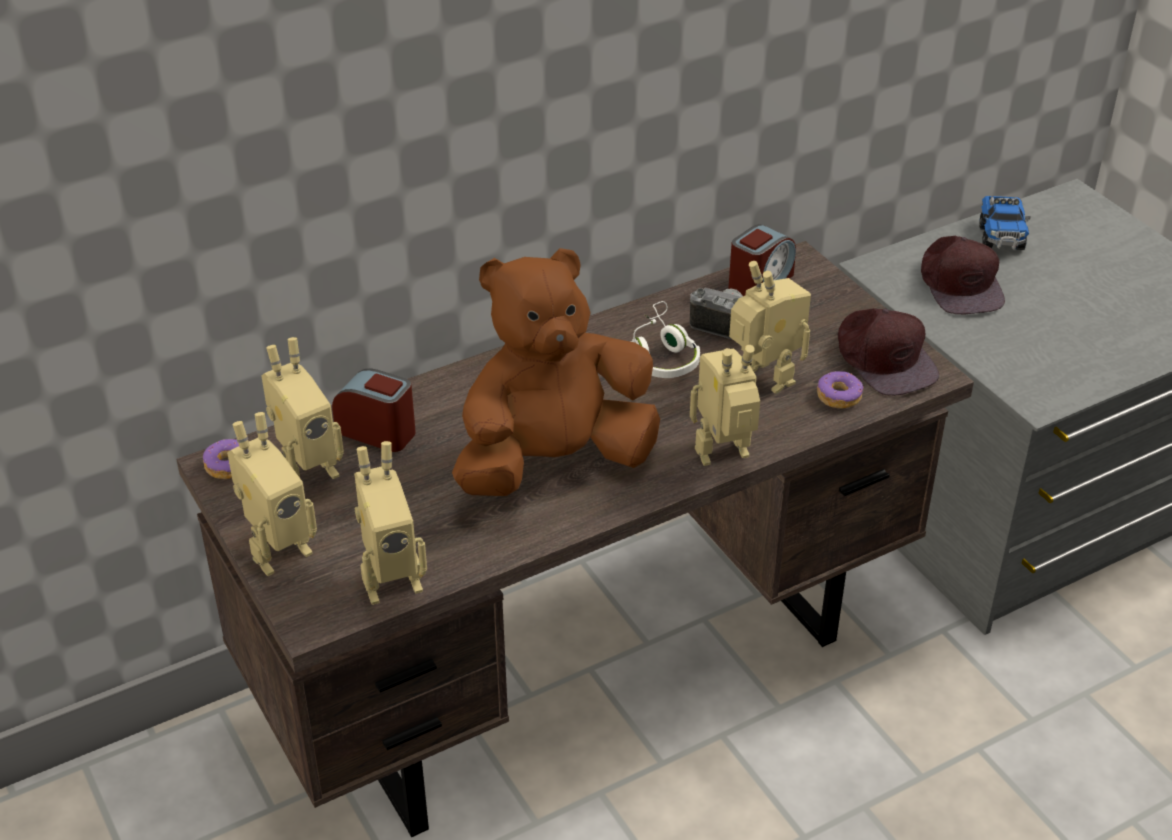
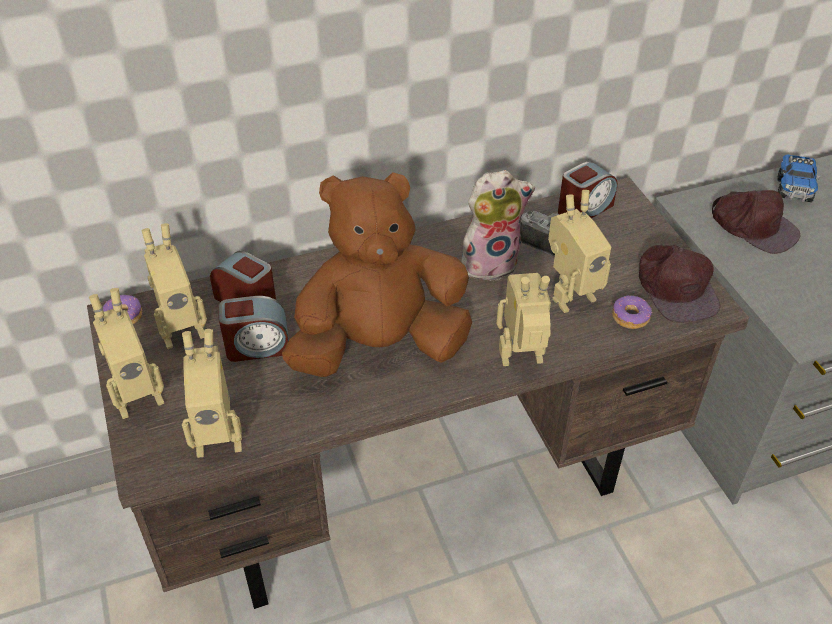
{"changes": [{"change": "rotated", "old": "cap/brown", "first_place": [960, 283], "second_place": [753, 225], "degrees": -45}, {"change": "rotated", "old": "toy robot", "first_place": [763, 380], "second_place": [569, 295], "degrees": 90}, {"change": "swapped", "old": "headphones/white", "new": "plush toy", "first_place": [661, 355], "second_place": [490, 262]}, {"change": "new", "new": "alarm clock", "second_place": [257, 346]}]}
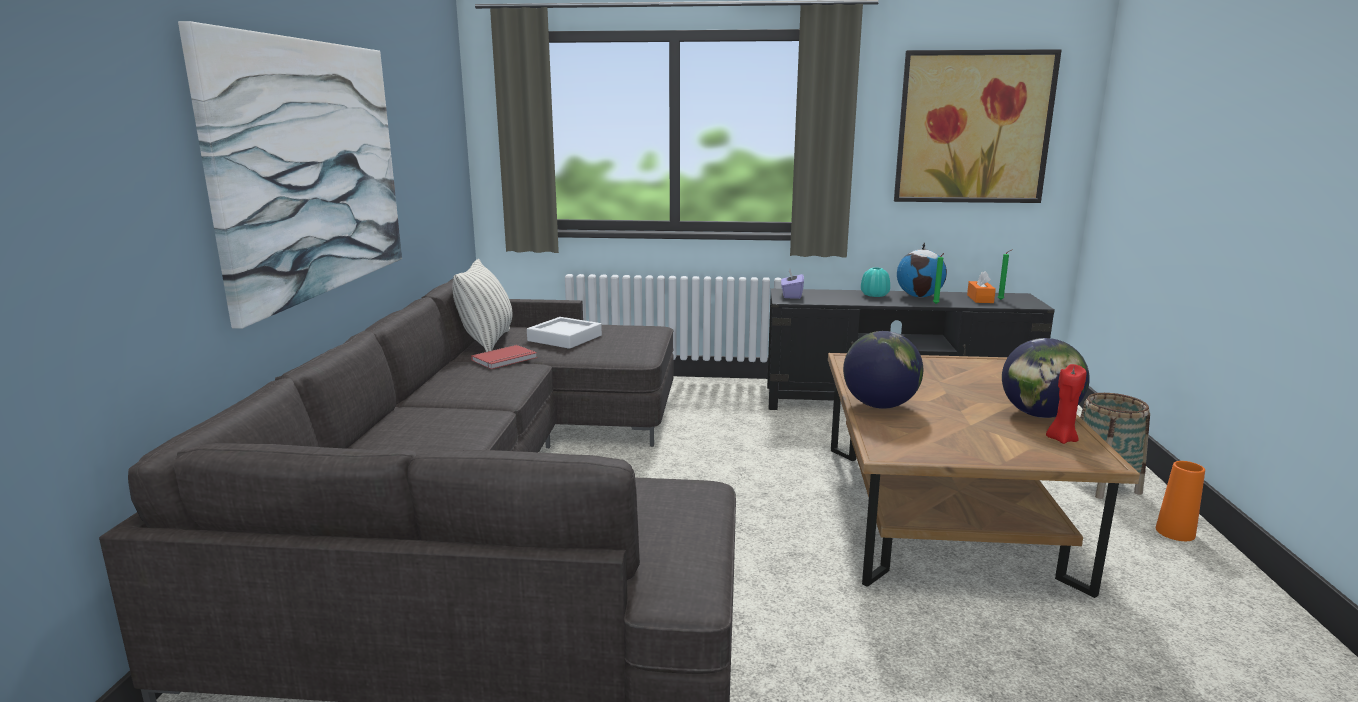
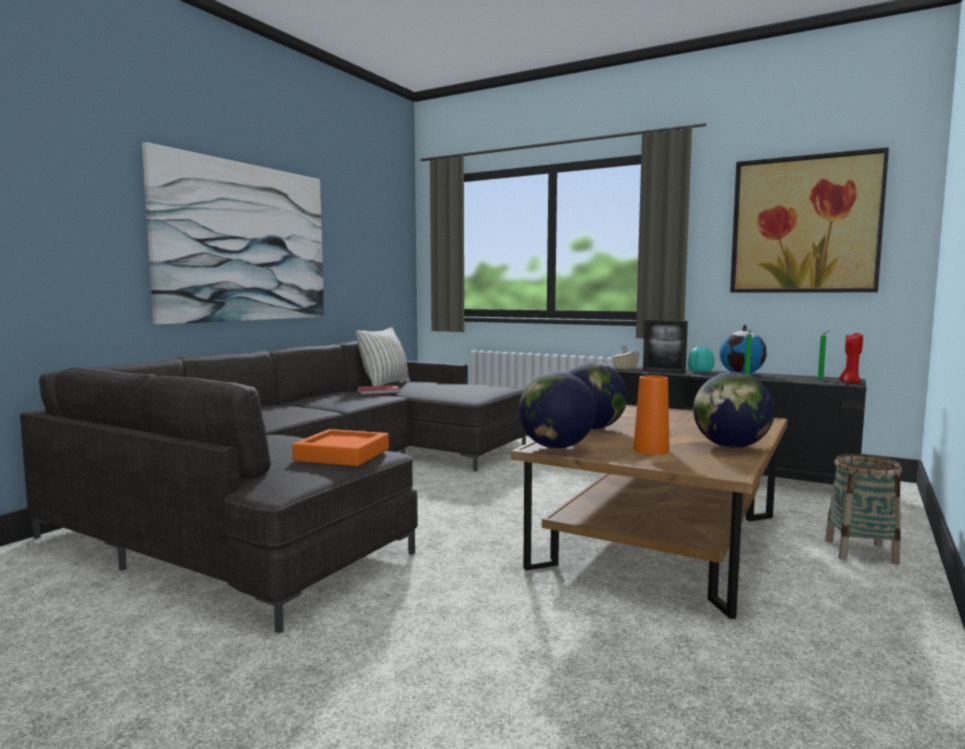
{"changes": [{"change": "repainted", "old": "tissue box/purple", "new": "tissue box/beige", "first_place": [791, 295], "second_place": [625, 368]}, {"change": "gone", "old": "tissue box/orange", "first_place": [980, 299]}, {"change": "gone", "old": "tray/white", "first_place": [564, 338]}, {"change": "shifted", "old": "candle/red", "first_place": [1061, 439], "second_place": [850, 382]}, {"change": "shifted", "old": "vase/orange", "first_place": [1175, 532], "second_place": [651, 450]}, {"change": "new", "new": "picture frame", "second_place": [663, 372]}, {"change": "new", "new": "globe", "second_place": [555, 447]}, {"change": "new", "new": "tray/orange", "second_place": [342, 455]}]}
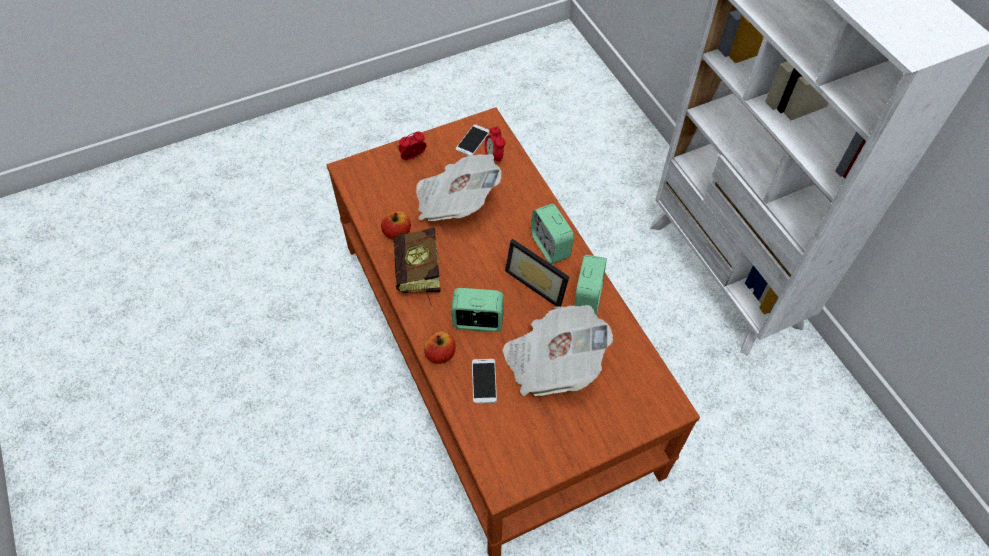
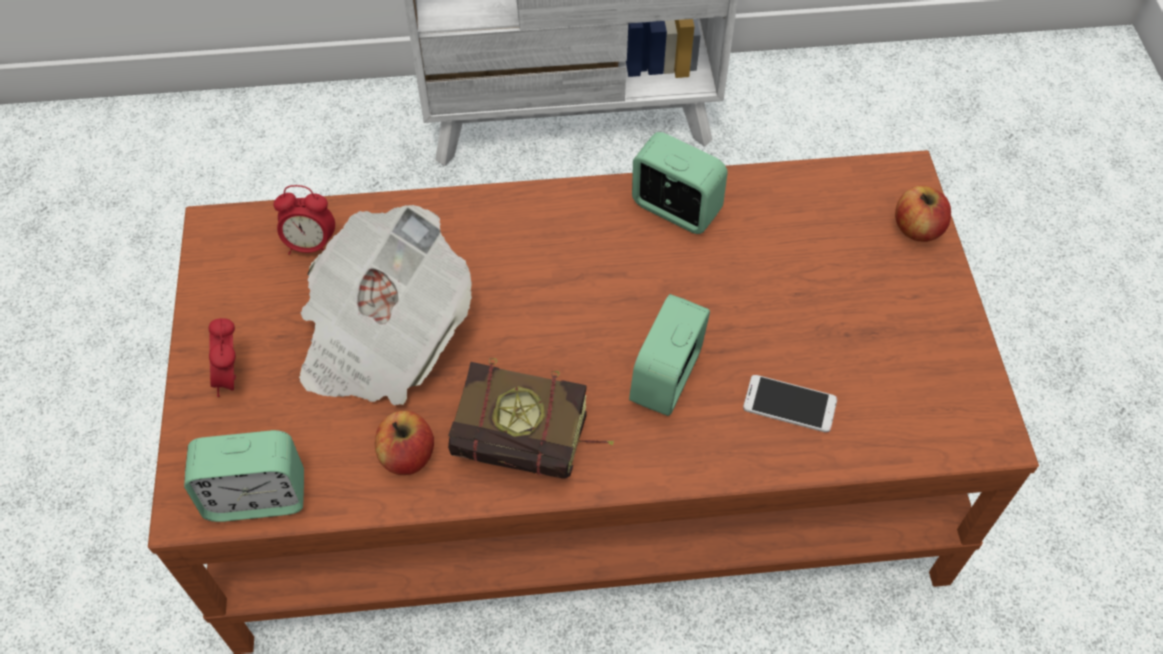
{"changes": [{"change": "gone", "old": "phone", "first_place": [473, 140]}, {"change": "shifted", "old": "alarm clock", "first_place": [550, 246], "second_place": [257, 497]}, {"change": "gone", "old": "picture frame", "first_place": [539, 281]}, {"change": "gone", "old": "newspaper", "first_place": [552, 362]}, {"change": "shifted", "old": "apple", "first_place": [440, 354], "second_place": [917, 228]}]}
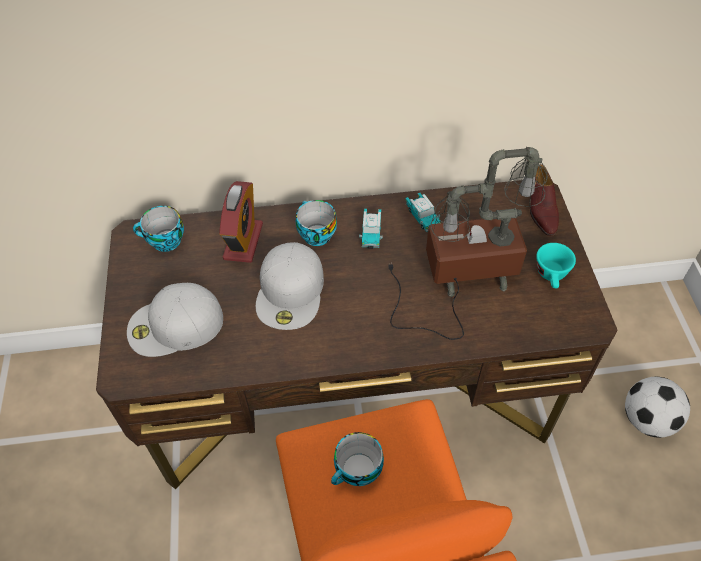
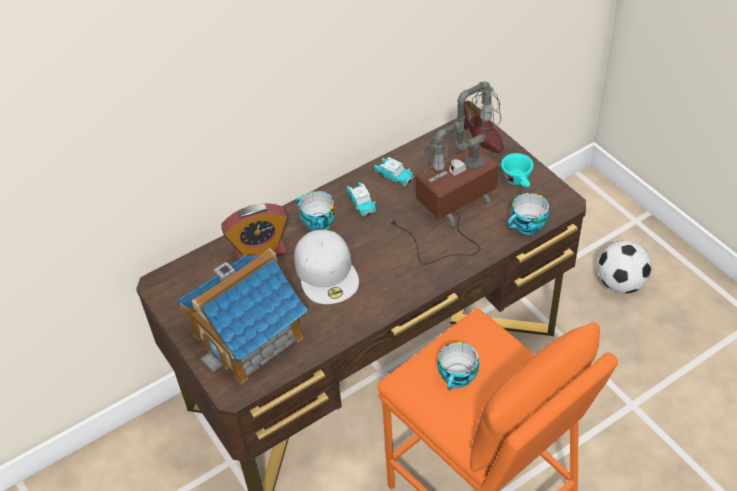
{"changes": [{"change": "rotated", "old": "alarm clock", "first_place": [243, 241], "second_place": [260, 251], "degrees": 90}, {"change": "shifted", "old": "cup", "first_place": [164, 242], "second_place": [527, 227]}, {"change": "swapped", "old": "cap/white", "new": "toy house", "first_place": [174, 326], "second_place": [249, 336]}]}
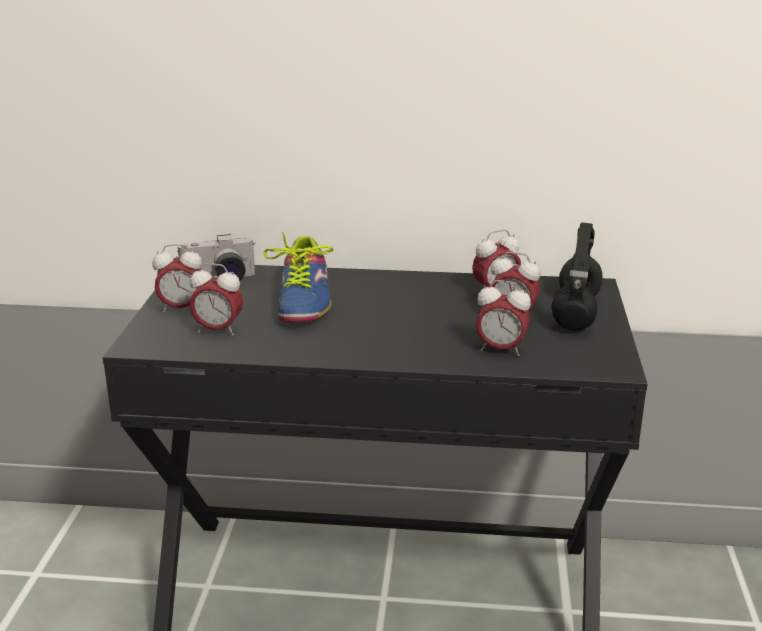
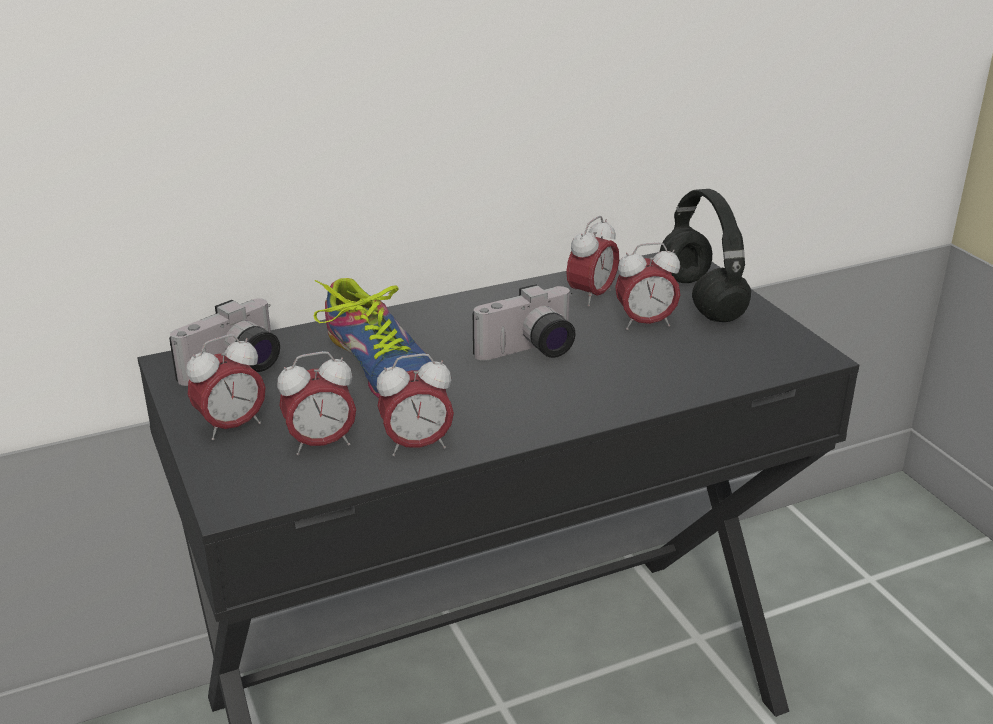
{"changes": [{"change": "shifted", "old": "alarm clock", "first_place": [500, 350], "second_place": [417, 446]}, {"change": "new", "new": "photo camera", "second_place": [530, 352]}]}
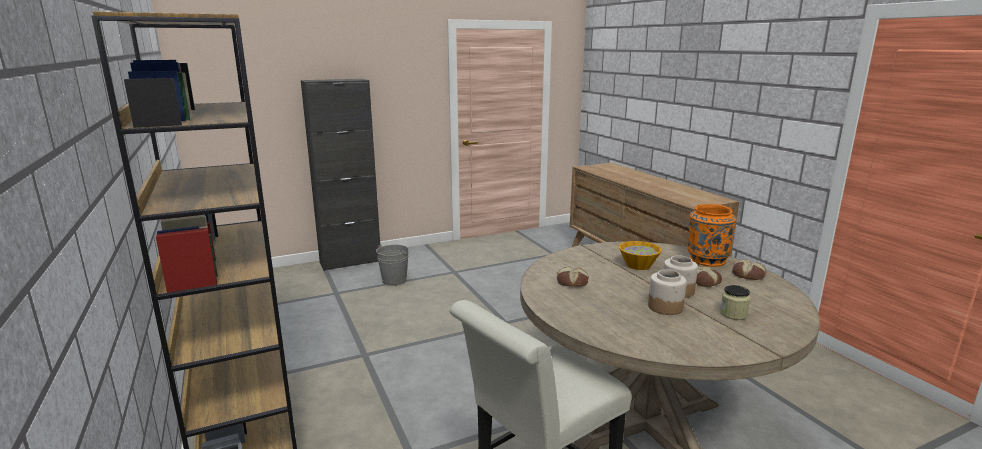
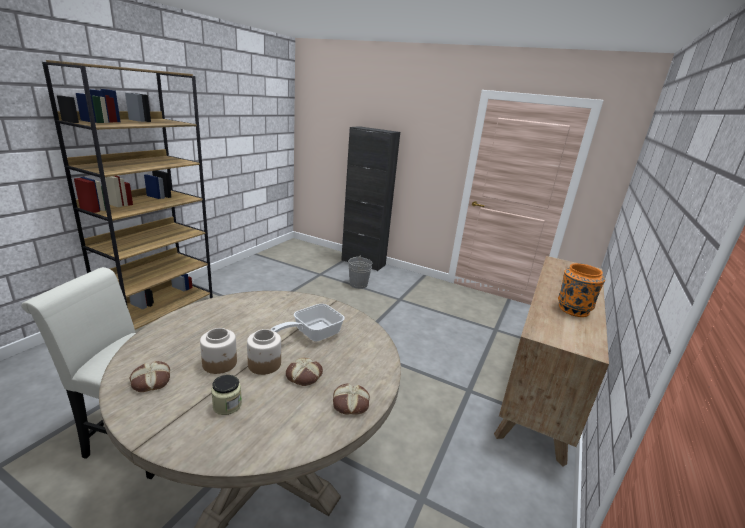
{"changes": [{"change": "shifted", "old": "vase/orange", "first_place": [707, 260], "second_place": [572, 309]}, {"change": "swapped", "old": "bowl", "new": "frying pan", "first_place": [638, 265], "second_place": [312, 334]}, {"change": "shifted", "old": "bread", "first_place": [572, 282], "second_place": [150, 381]}]}
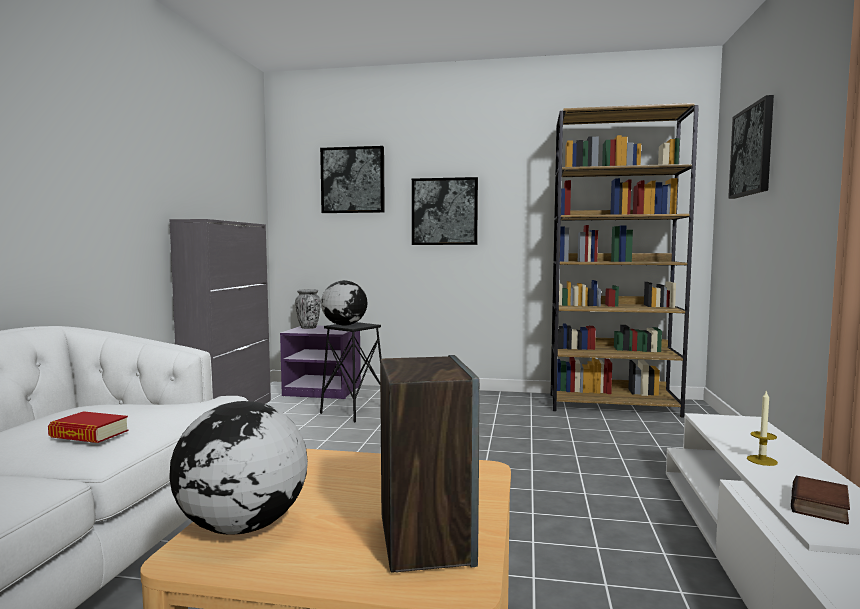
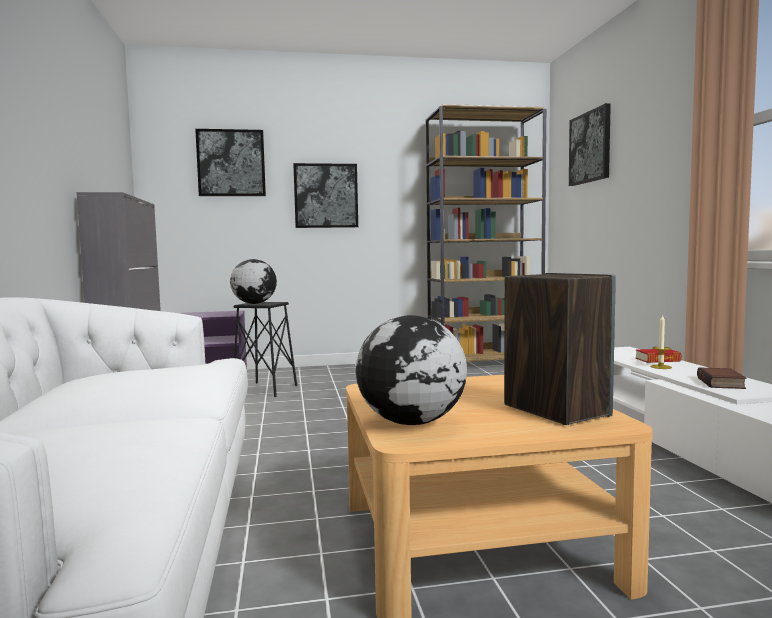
{"changes": [{"change": "gone", "old": "vase", "first_place": [308, 327]}, {"change": "shifted", "old": "book", "first_place": [89, 434], "second_place": [657, 360]}]}
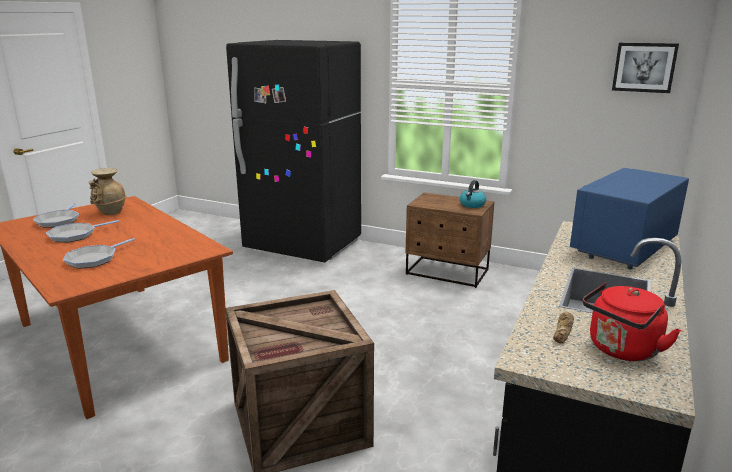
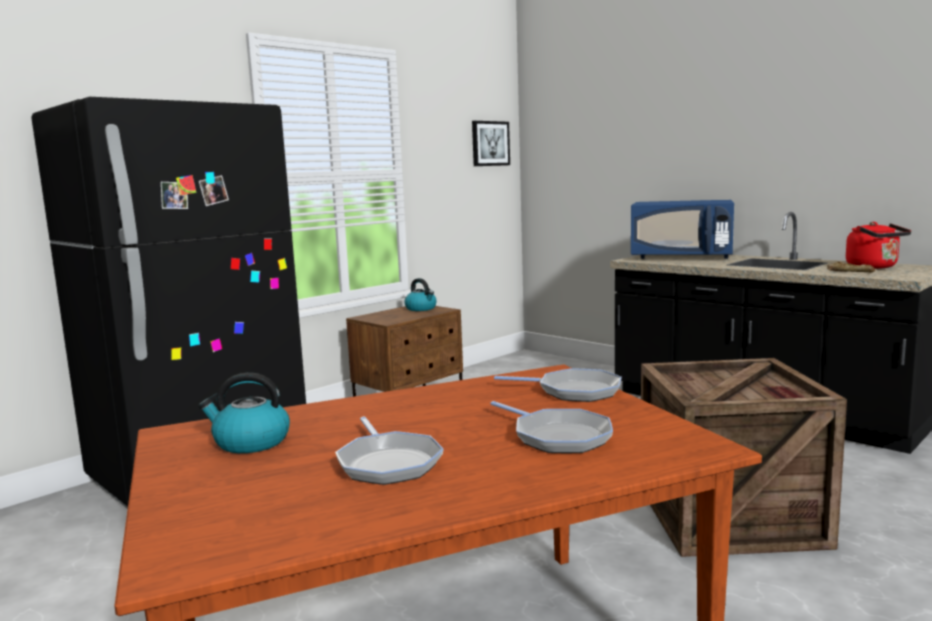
{"changes": [{"change": "swapped", "old": "vase/beige", "new": "kettle", "first_place": [110, 212], "second_place": [250, 442]}, {"change": "rotated", "old": "microwave/blue", "first_place": [624, 247], "second_place": [682, 257], "degrees": -45}, {"change": "shifted", "old": "frying pan", "first_place": [58, 221], "second_place": [574, 391]}]}
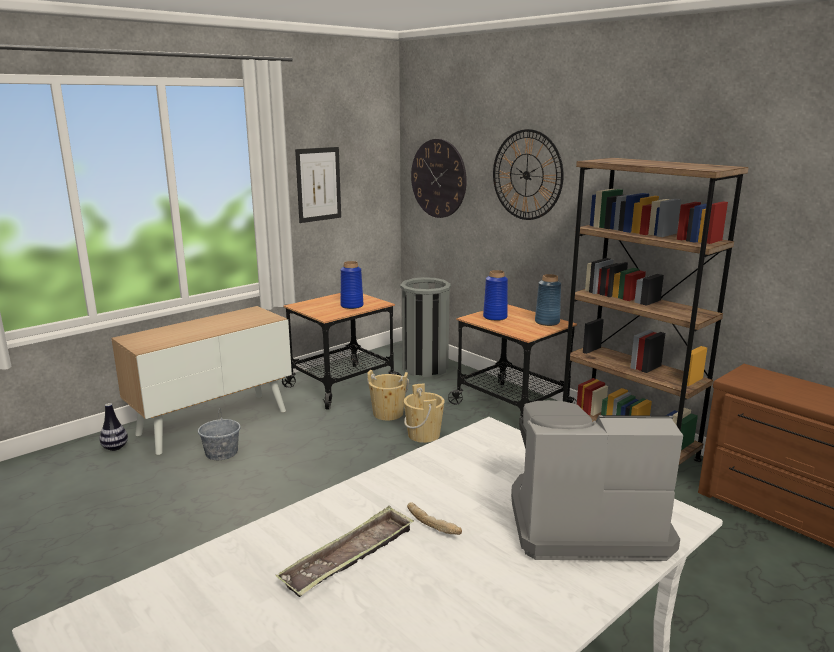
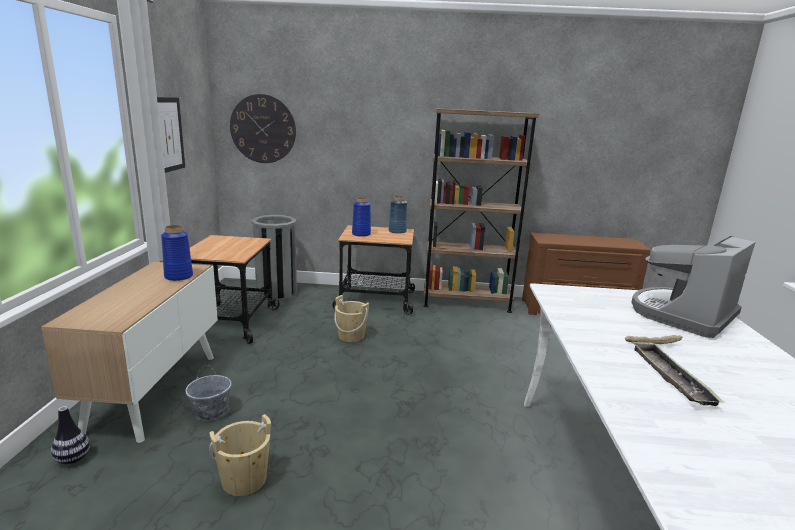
{"changes": [{"change": "gone", "old": "wall clock", "first_place": [526, 175]}, {"change": "shifted", "old": "vase/blue", "first_place": [351, 305], "second_place": [178, 276]}, {"change": "shifted", "old": "bucket/beige", "first_place": [388, 414], "second_place": [244, 480]}]}
